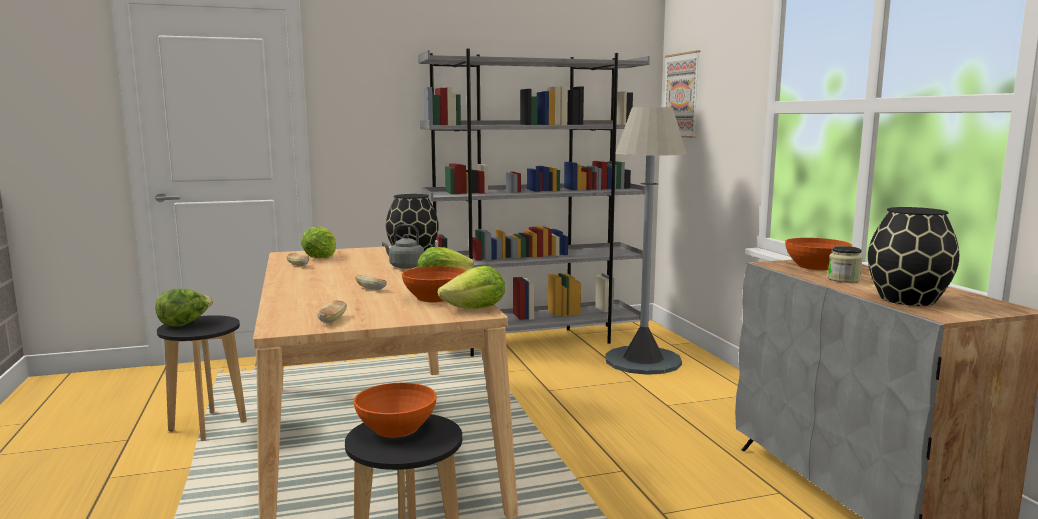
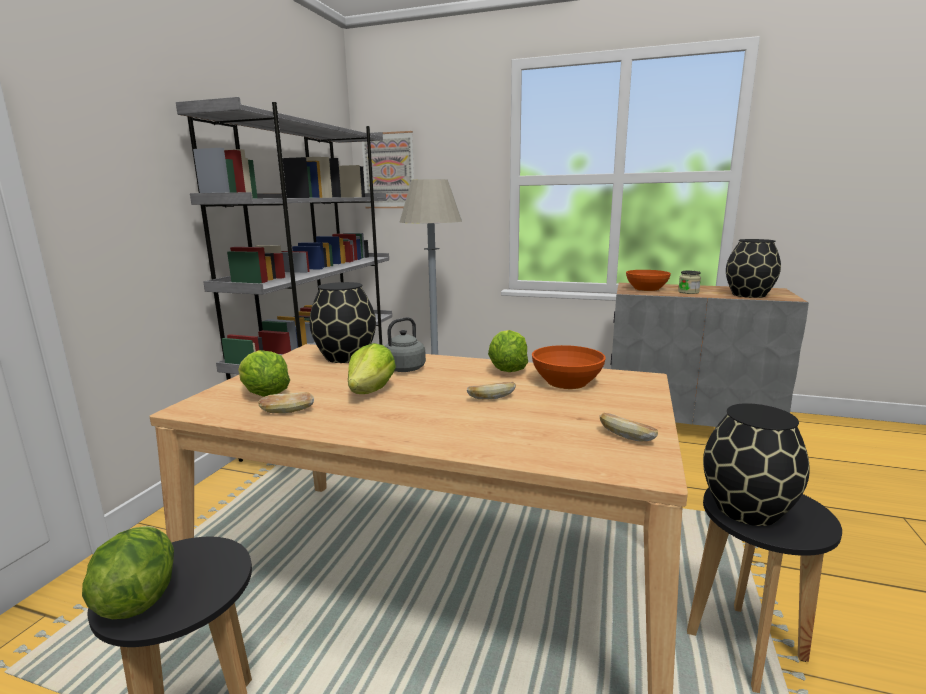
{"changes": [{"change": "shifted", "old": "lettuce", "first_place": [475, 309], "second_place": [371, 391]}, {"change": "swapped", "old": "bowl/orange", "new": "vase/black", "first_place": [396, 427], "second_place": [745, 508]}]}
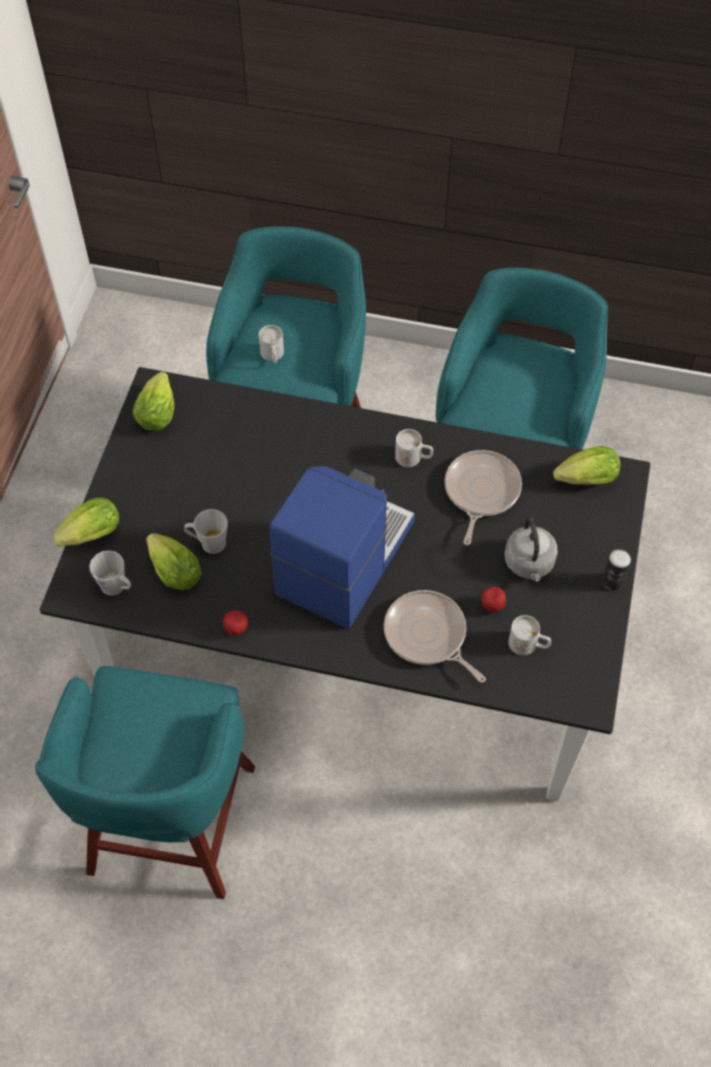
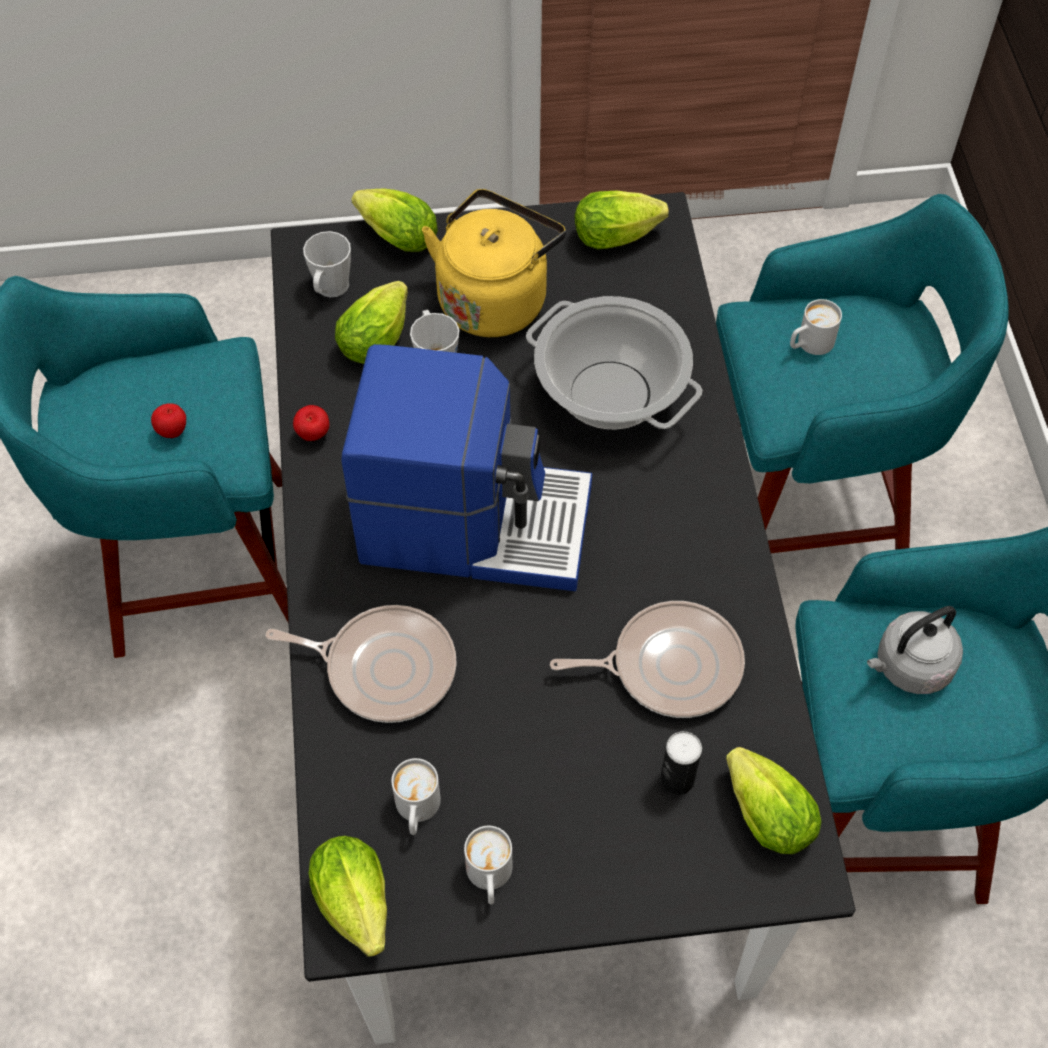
{"changes": [{"change": "shifted", "old": "mug/white", "first_place": [413, 458], "second_place": [489, 878]}, {"change": "shifted", "old": "kettle/grey", "first_place": [529, 564], "second_place": [909, 667]}, {"change": "shifted", "old": "can", "first_place": [612, 582], "second_place": [677, 779]}, {"change": "shifted", "old": "apple", "first_place": [492, 606], "second_place": [173, 431]}, {"change": "rotated", "old": "frying pan", "first_place": [428, 636], "second_place": [384, 667], "degrees": 75}, {"change": "new", "new": "kettle/yellow", "second_place": [495, 298]}, {"change": "new", "new": "cooking pot", "second_place": [611, 395]}, {"change": "new", "new": "lettuce", "second_place": [357, 909]}]}
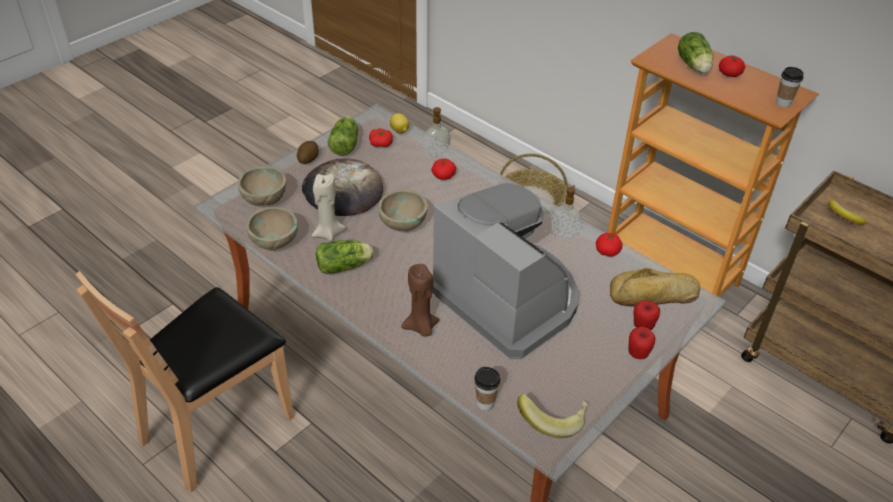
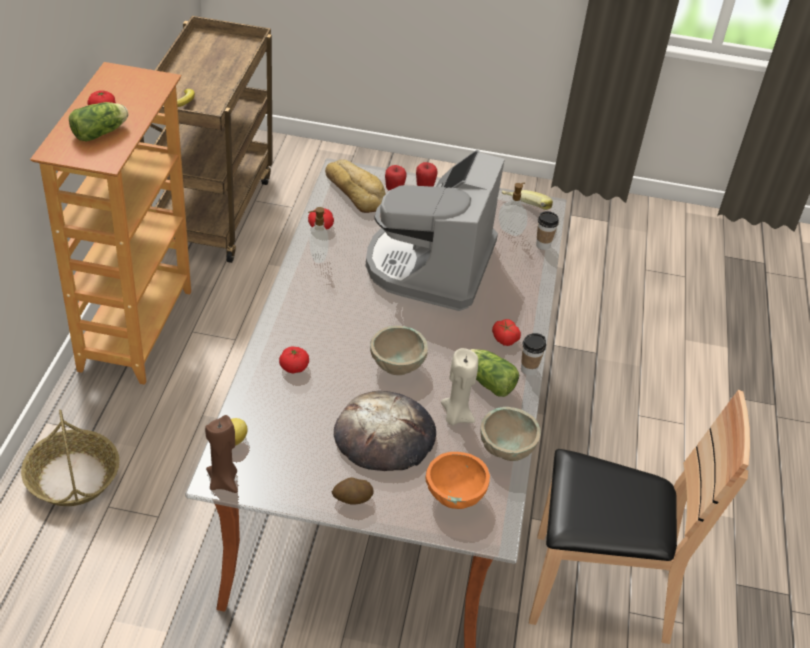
{"changes": [{"change": "shifted", "old": "cup", "first_place": [783, 103], "second_place": [528, 369]}, {"change": "shifted", "old": "soap dispenser", "first_place": [436, 153], "second_place": [511, 230]}, {"change": "gone", "old": "lettuce", "first_place": [345, 144]}, {"change": "shifted", "old": "tomato", "first_place": [381, 143], "second_place": [504, 338]}, {"change": "repainted", "old": "bowl/beige", "new": "bowl/orange", "first_place": [265, 200], "second_place": [454, 496]}, {"change": "shifted", "old": "candle/brown", "first_place": [421, 327], "second_place": [224, 481]}]}
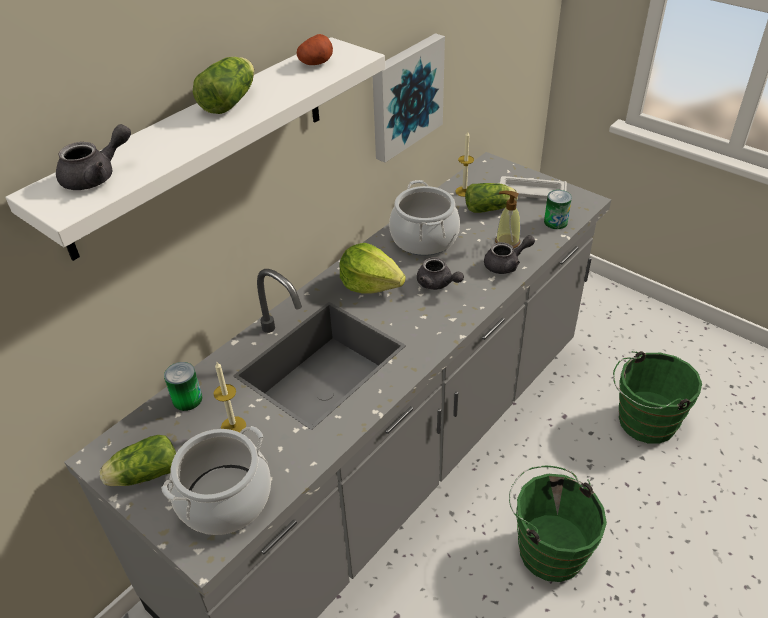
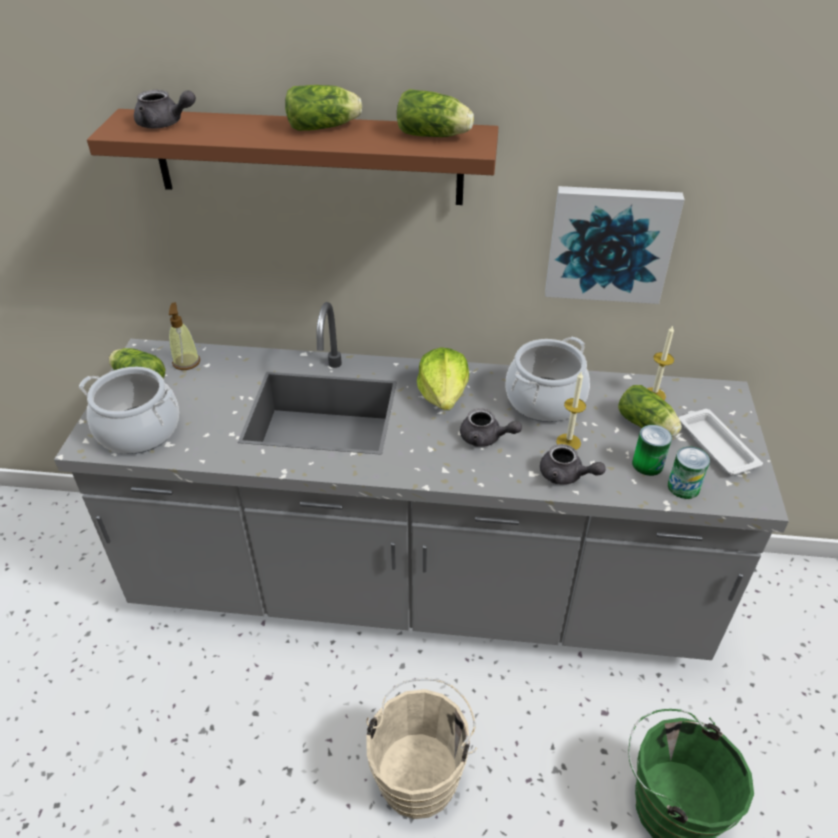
{"changes": [{"change": "swapped", "old": "potato", "new": "lettuce", "first_place": [316, 63], "second_place": [435, 136]}, {"change": "repainted", "old": "shelf/white", "new": "shelf/brown", "first_place": [200, 144], "second_place": [308, 157]}, {"change": "shifted", "old": "soap dispenser", "first_place": [507, 242], "second_place": [186, 362]}, {"change": "rotated", "old": "teapot/grey", "first_place": [437, 284], "second_place": [486, 438], "degrees": -75}, {"change": "shifted", "old": "can", "first_place": [187, 399], "second_place": [647, 464]}, {"change": "shifted", "old": "candle", "first_place": [233, 426], "second_place": [568, 442]}, {"change": "repainted", "old": "bucket/green", "new": "bucket/beige", "first_place": [547, 547], "second_place": [421, 773]}]}
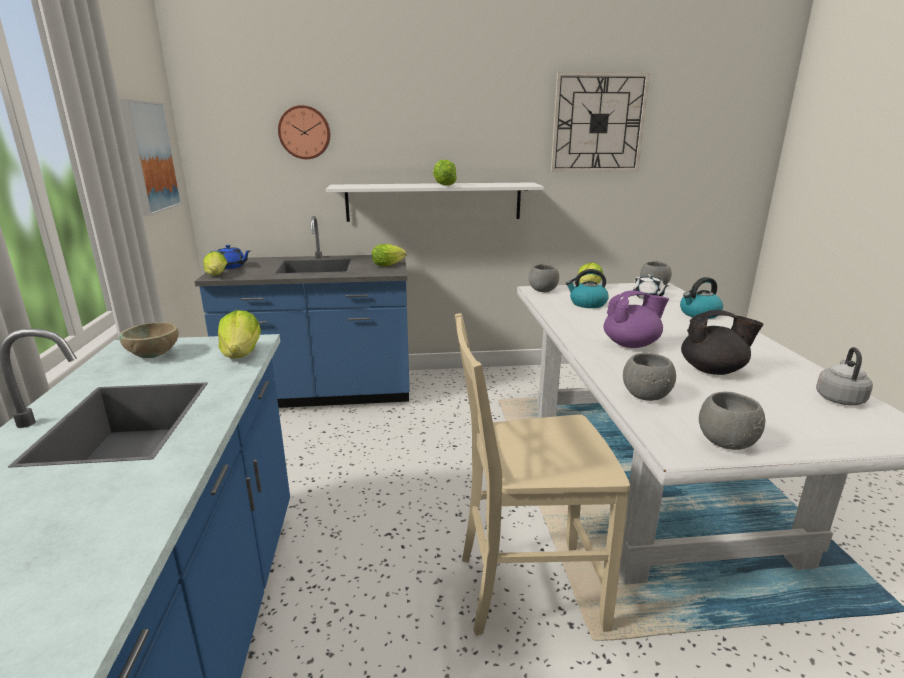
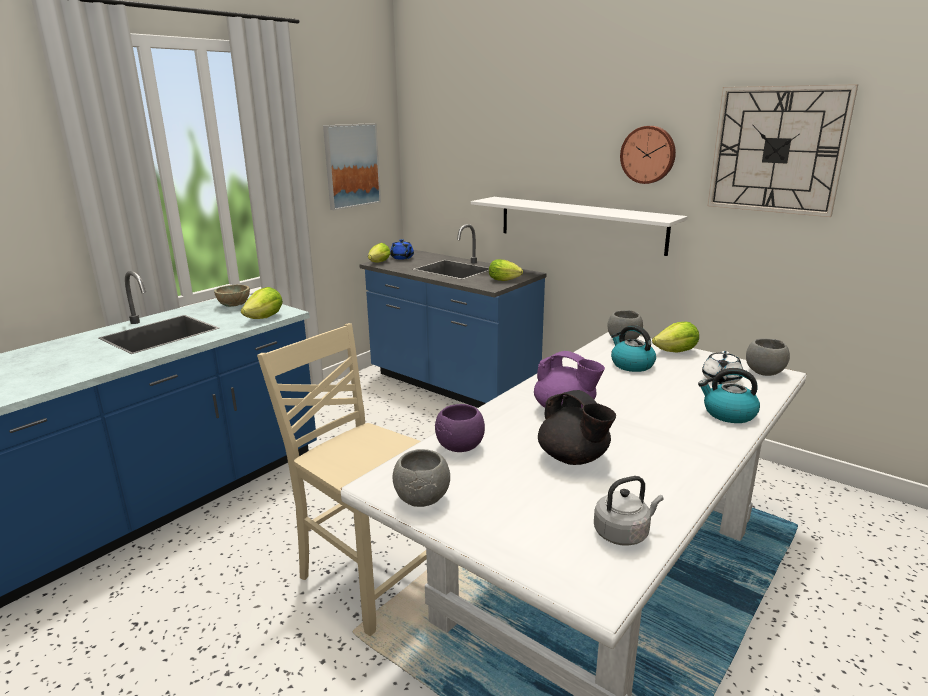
{"changes": [{"change": "shifted", "old": "wall clock", "first_place": [304, 132], "second_place": [648, 154]}, {"change": "gone", "old": "lettuce", "first_place": [444, 185]}, {"change": "repainted", "old": "bowl/grey", "new": "bowl/purple", "first_place": [646, 396], "second_place": [460, 447]}]}
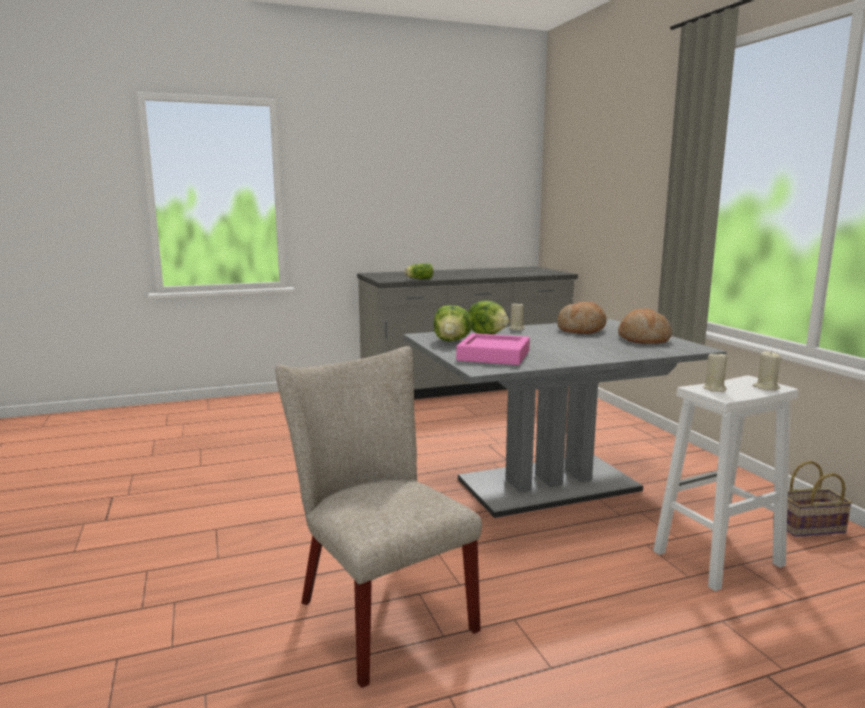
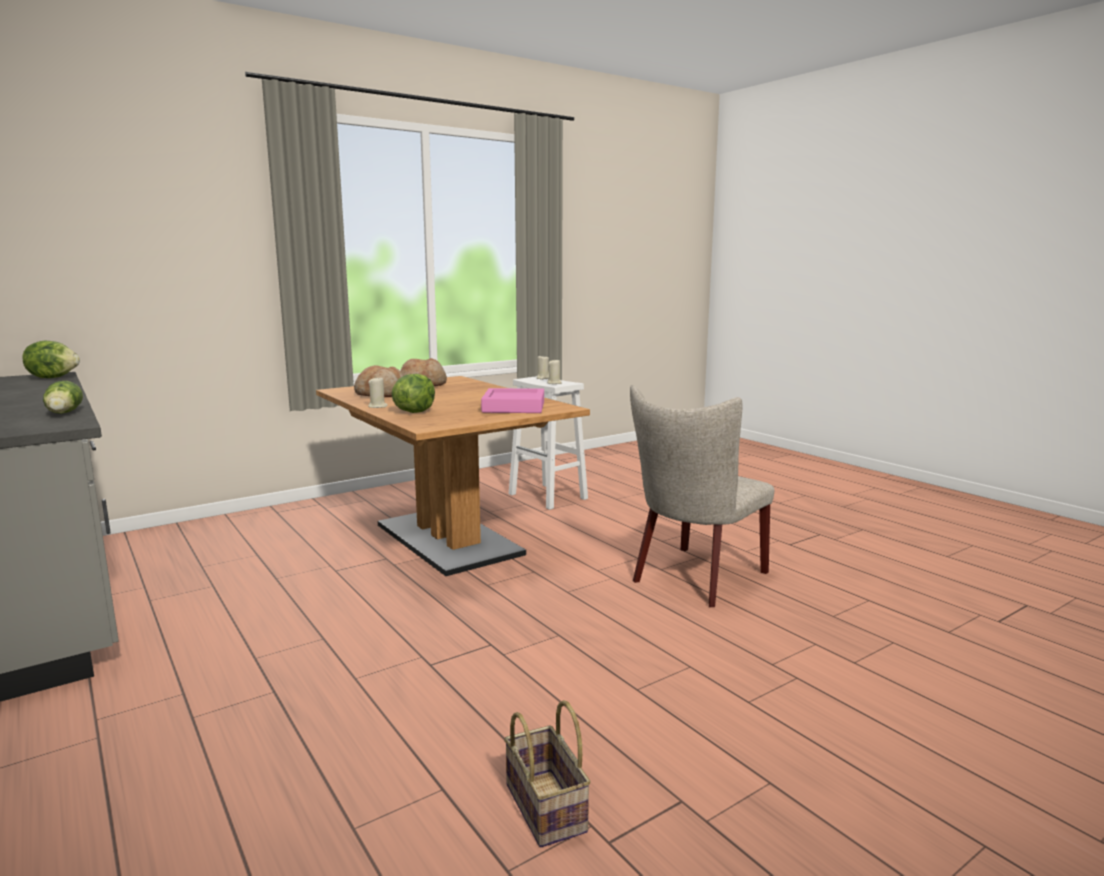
{"changes": [{"change": "shifted", "old": "lettuce", "first_place": [452, 341], "second_place": [53, 377]}, {"change": "repainted", "old": "dining table/grey", "new": "dining table/brown", "first_place": [548, 485], "second_place": [448, 539]}, {"change": "shifted", "old": "basket", "first_place": [809, 528], "second_place": [548, 809]}]}
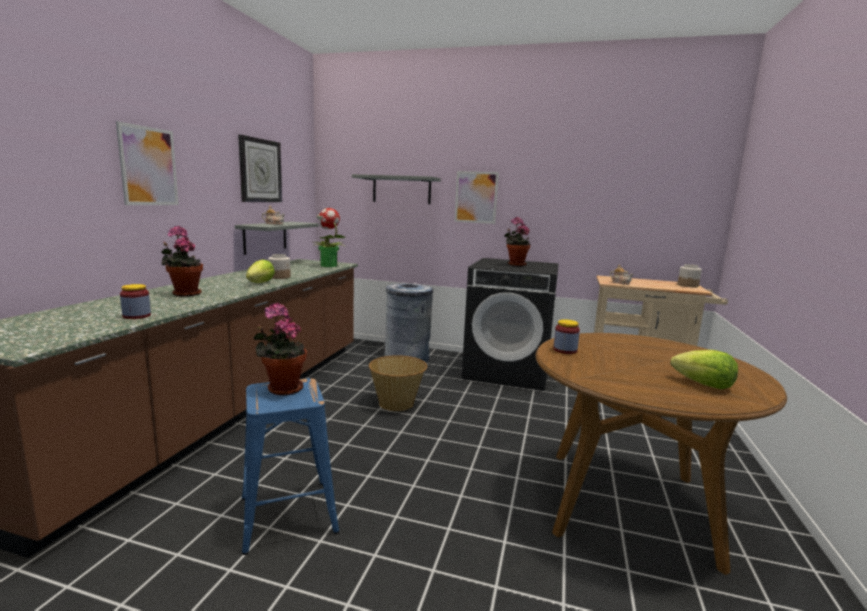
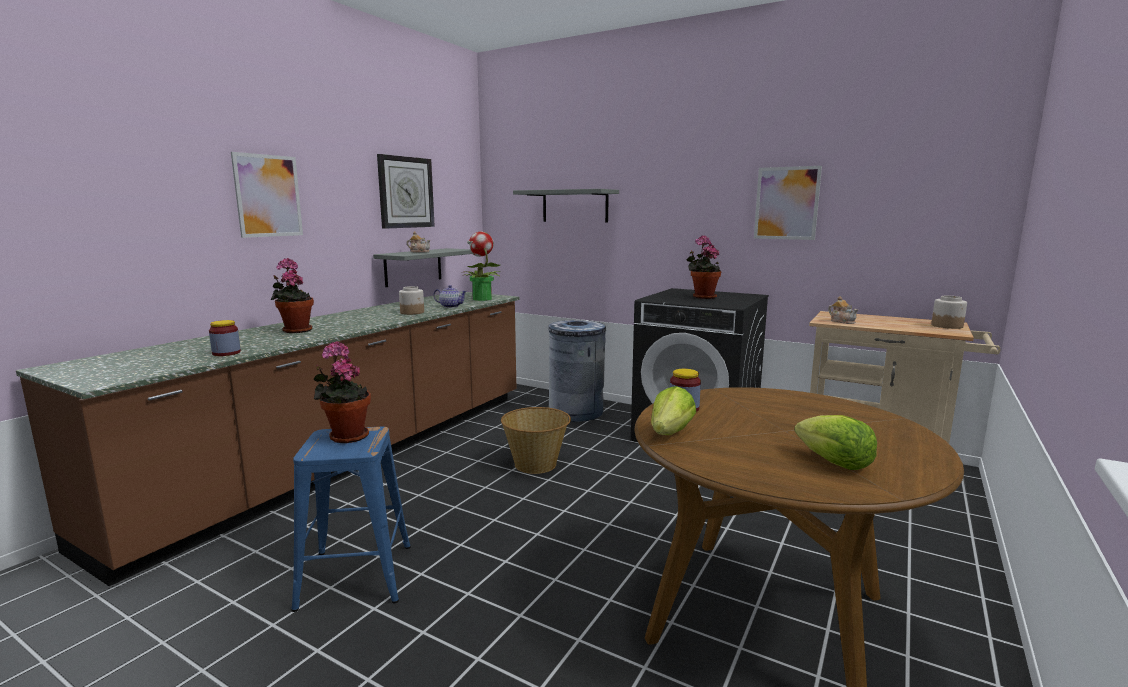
{"changes": [{"change": "shifted", "old": "picture", "first_place": [476, 197], "second_place": [786, 203]}, {"change": "shifted", "old": "lettuce", "first_place": [260, 283], "second_place": [670, 433]}, {"change": "new", "new": "teapot", "second_place": [450, 306]}]}
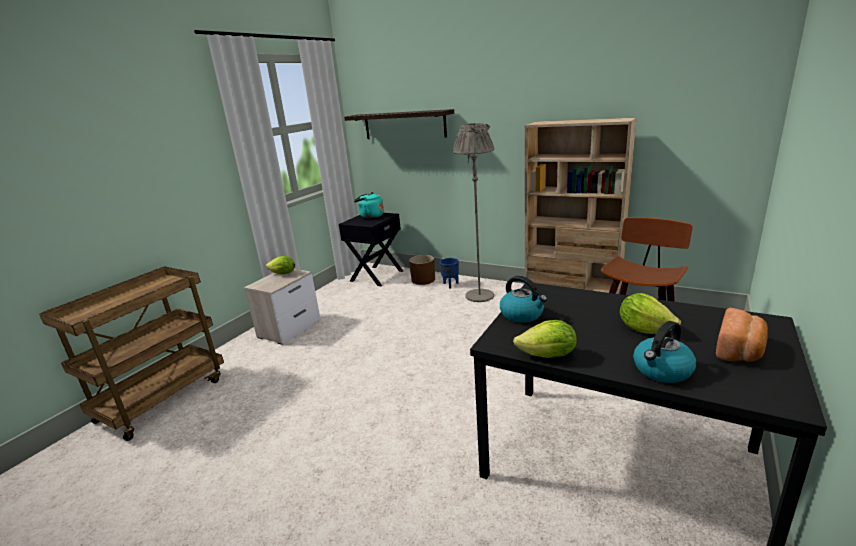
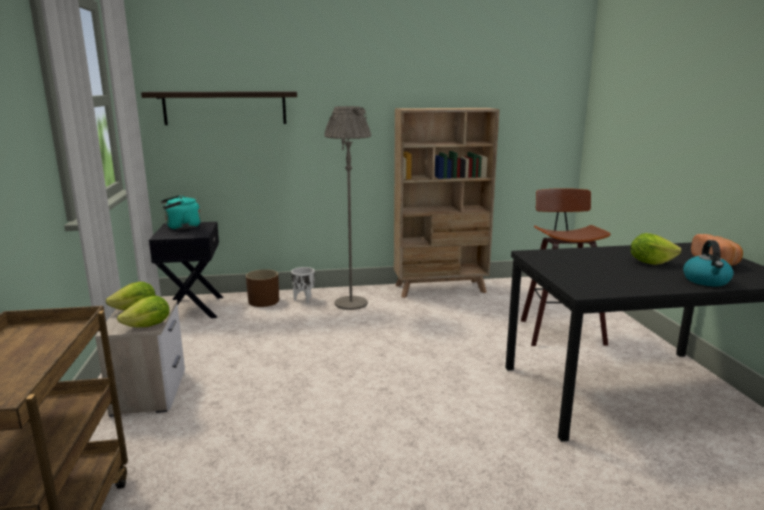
{"changes": [{"change": "repainted", "old": "planter/blue", "new": "planter/white", "first_place": [450, 285], "second_place": [303, 300]}, {"change": "gone", "old": "kettle", "first_place": [522, 314]}, {"change": "shifted", "old": "lettuce", "first_place": [548, 356], "second_place": [148, 326]}]}
